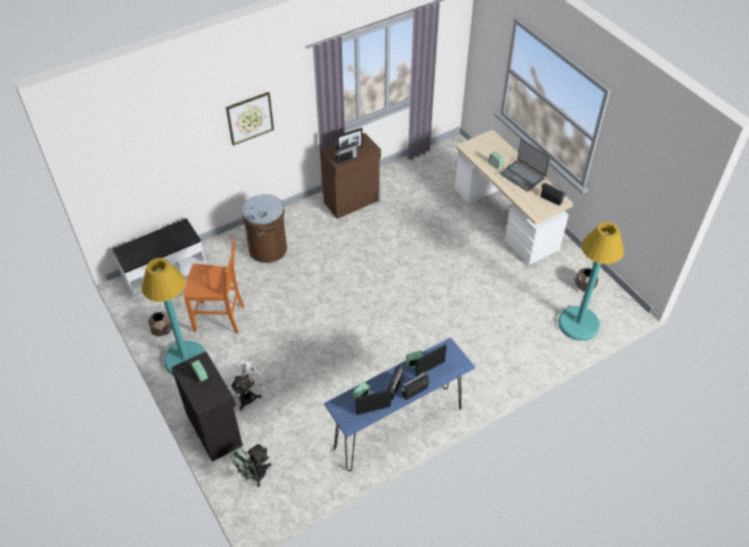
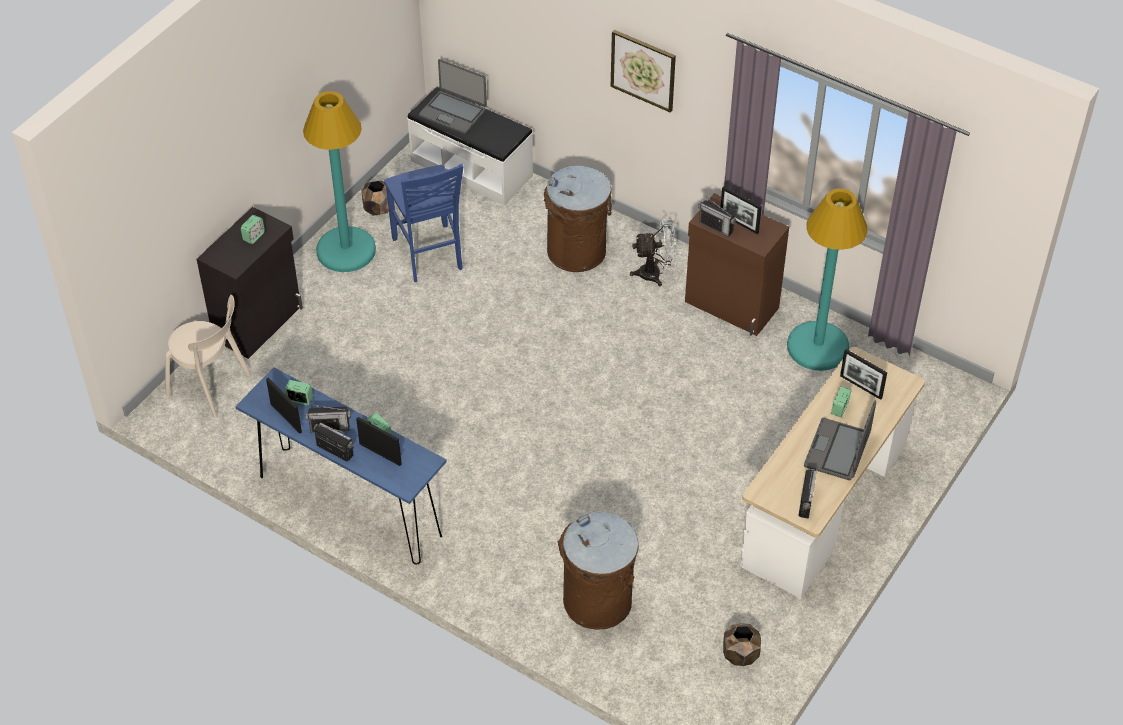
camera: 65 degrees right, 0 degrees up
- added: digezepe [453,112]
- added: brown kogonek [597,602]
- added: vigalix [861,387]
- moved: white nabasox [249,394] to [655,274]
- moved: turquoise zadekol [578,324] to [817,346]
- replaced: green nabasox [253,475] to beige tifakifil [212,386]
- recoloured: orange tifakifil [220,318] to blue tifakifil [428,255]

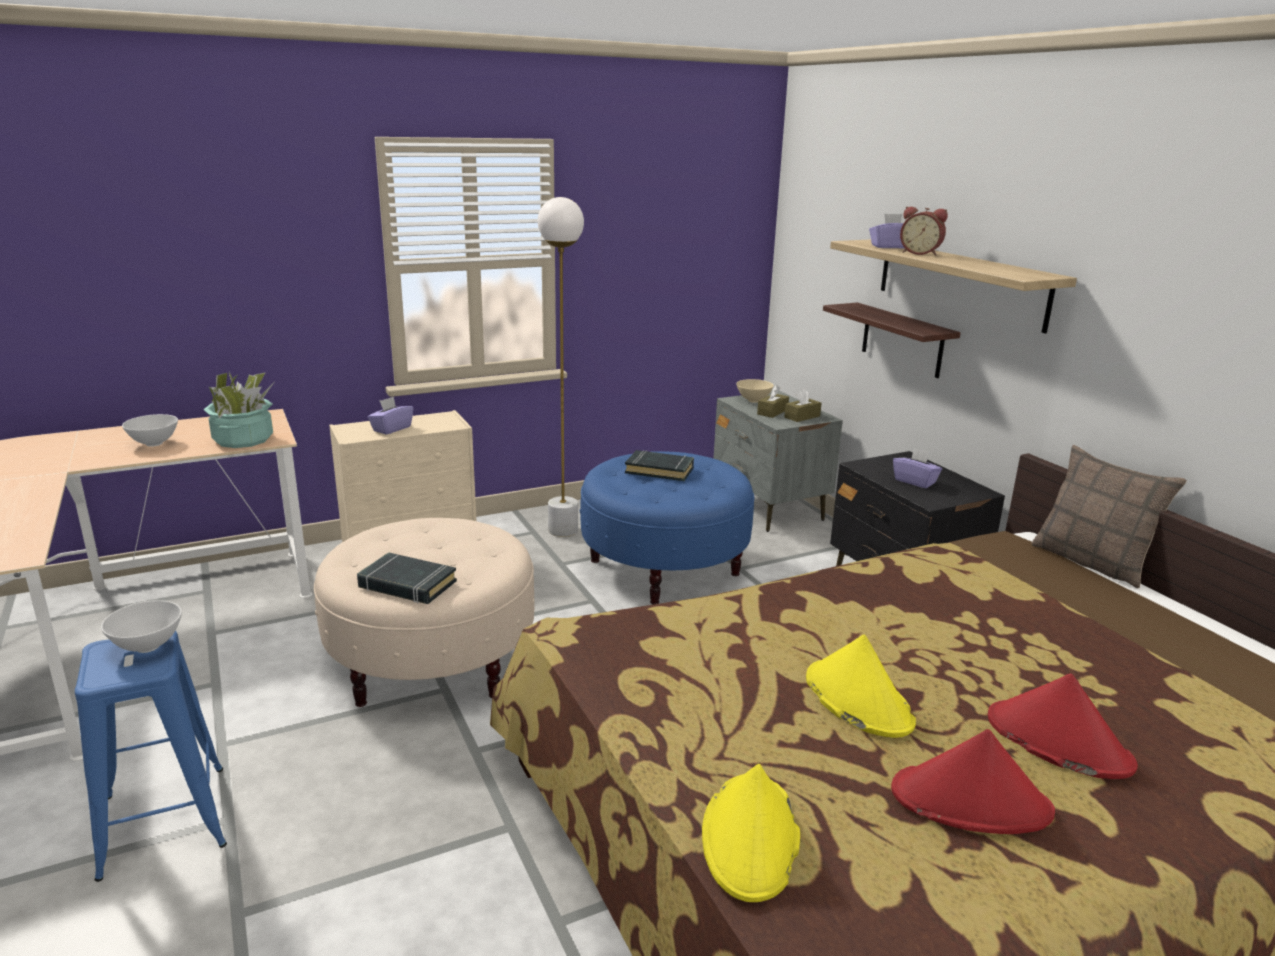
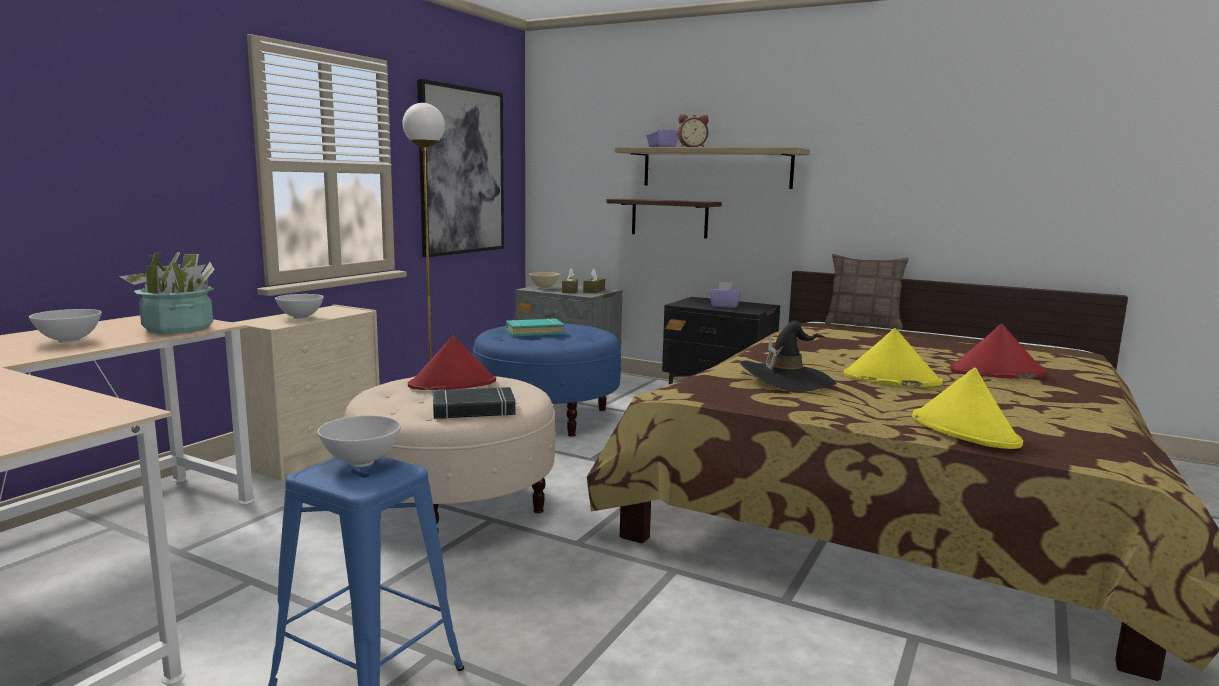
camera: 35 degrees left, 10 degrees down
- added: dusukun [462,171]
- added: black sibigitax [787,380]
- moved: red sibigitax [971,802] to [453,384]
- replaced: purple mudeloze [391,429] to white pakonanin [300,318]
- recoloured: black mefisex [659,470] to turquoise mefisex [534,332]

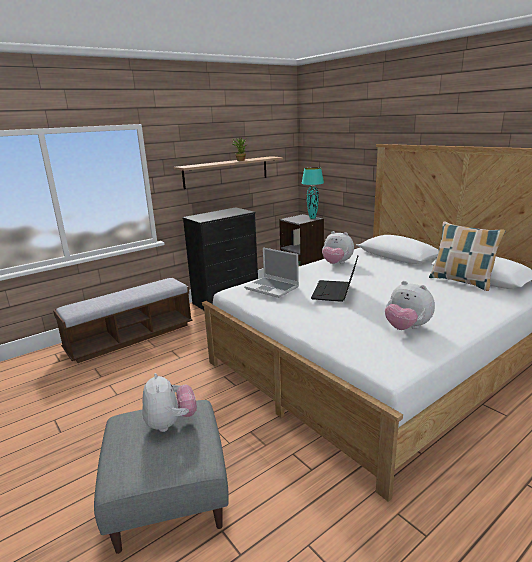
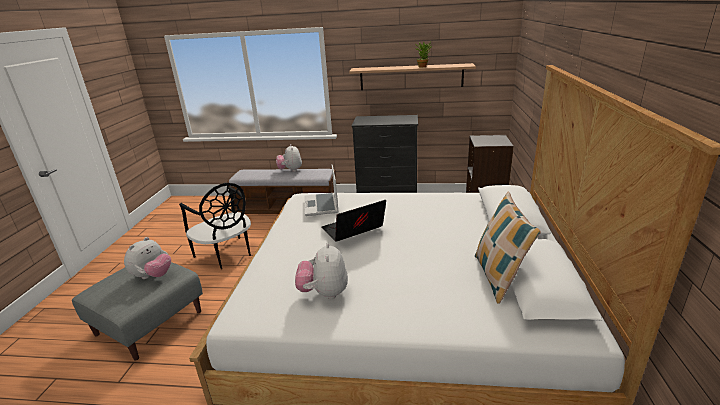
camera: 45 degrees right, 5 degrees up
- removed: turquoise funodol [312,218]
- added: black tifakifil [226,254]
- moved: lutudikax [336,263] to [290,170]

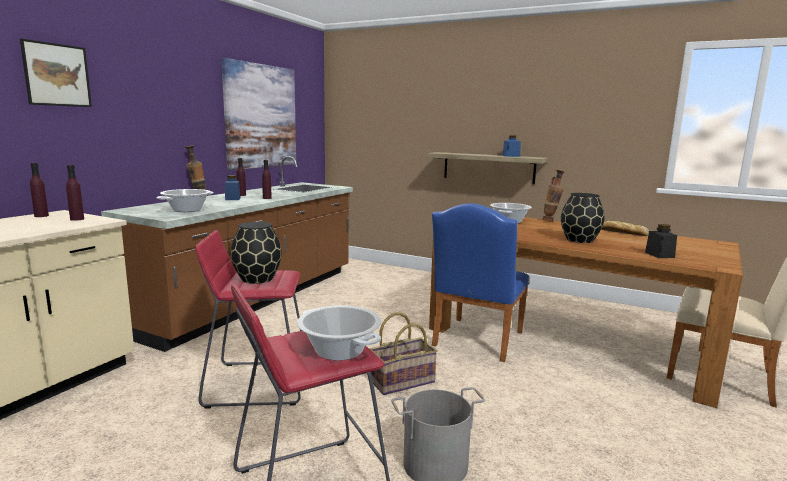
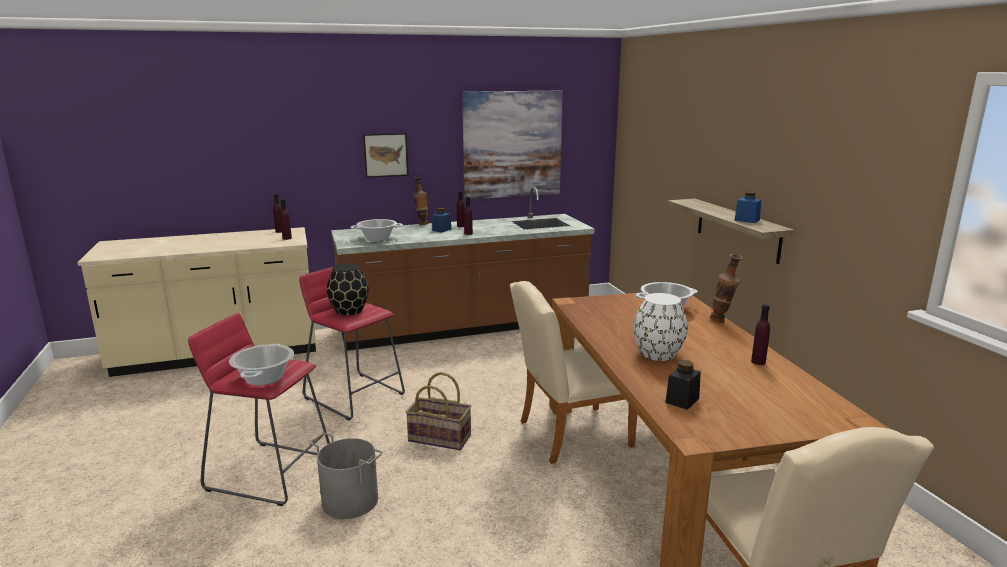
camera: 45 degrees right, 5 degrees up
- moved: dusukun [57,75] to [386,155]
- replaced: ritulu [622,232] to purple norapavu [758,362]
- recoloured: blue tifakifil [476,341] to beige tifakifil [567,434]
- recoloured: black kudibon [579,240] to white kudibon [657,354]

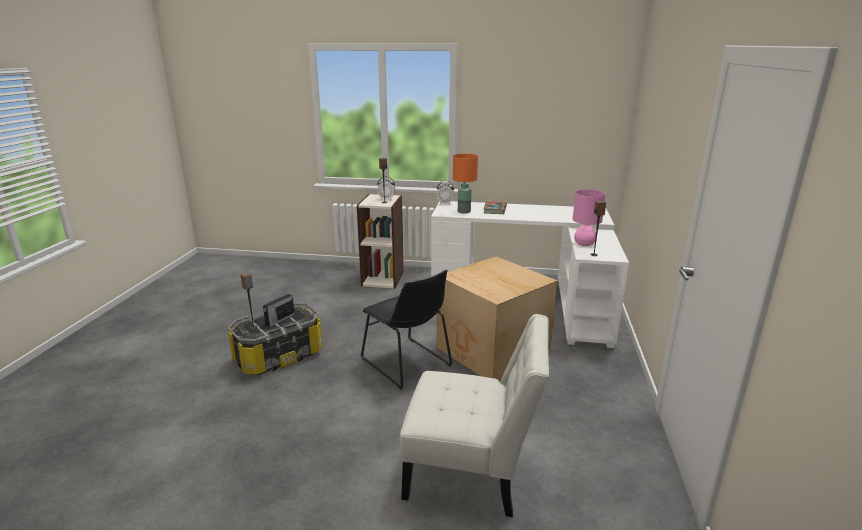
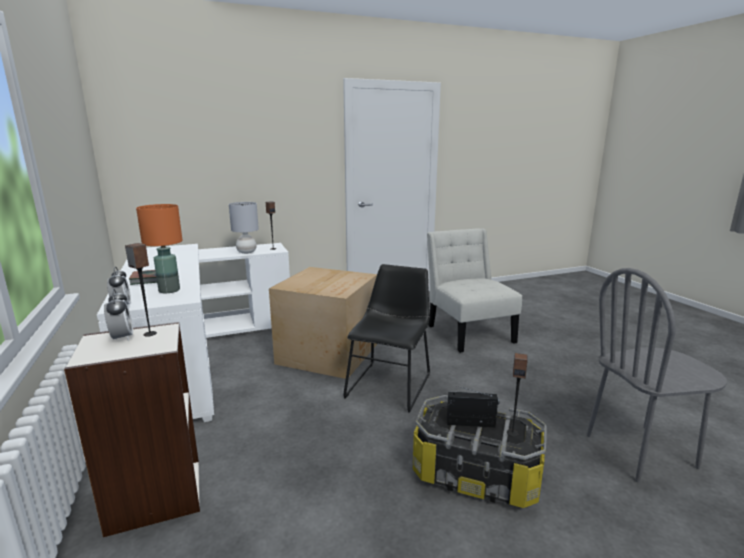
camera: 120 degrees left, 5 degrees down
- added: grey tifakifil [640,451]
- recoloured: pink funodol [584,244] to grey funodol [247,252]

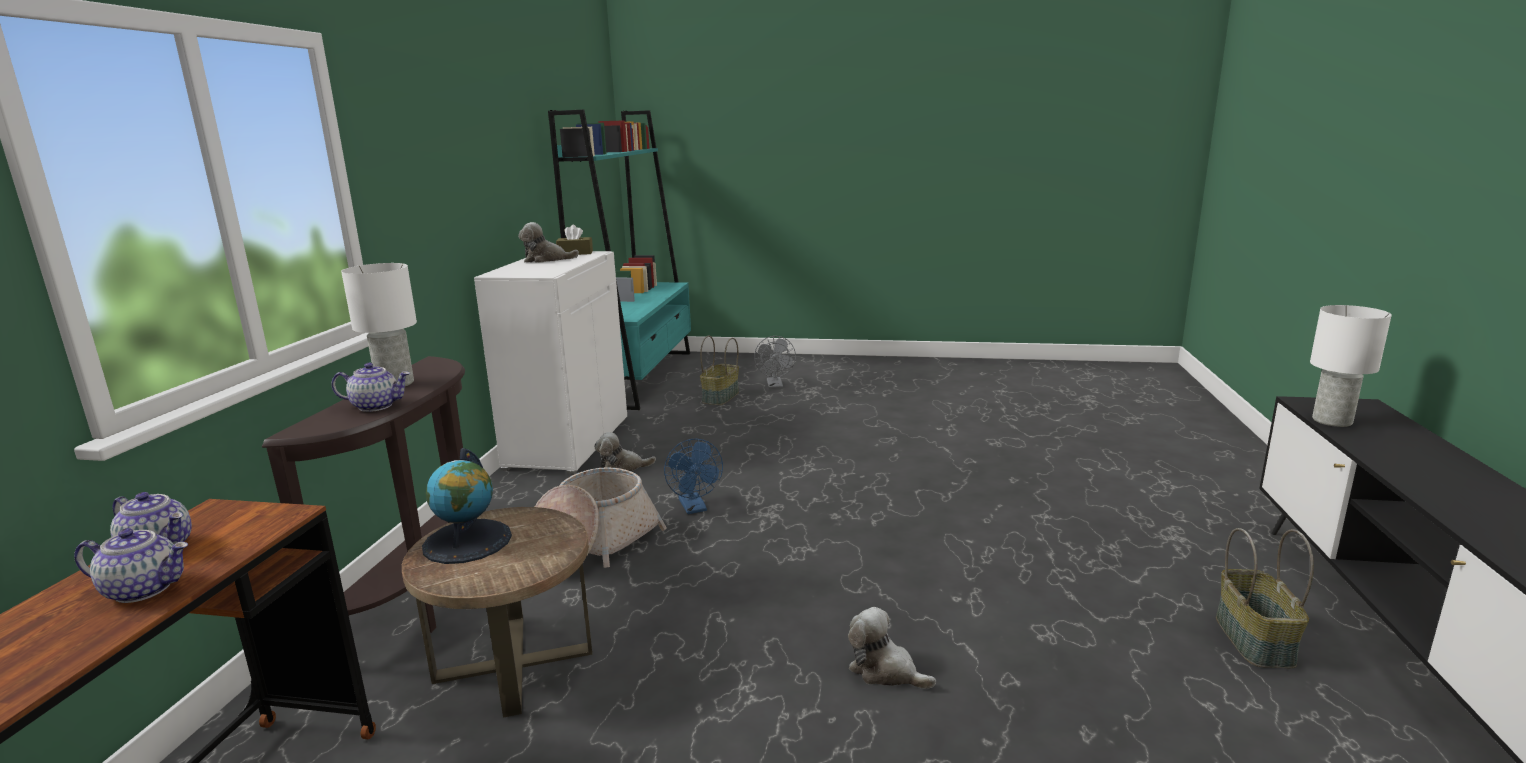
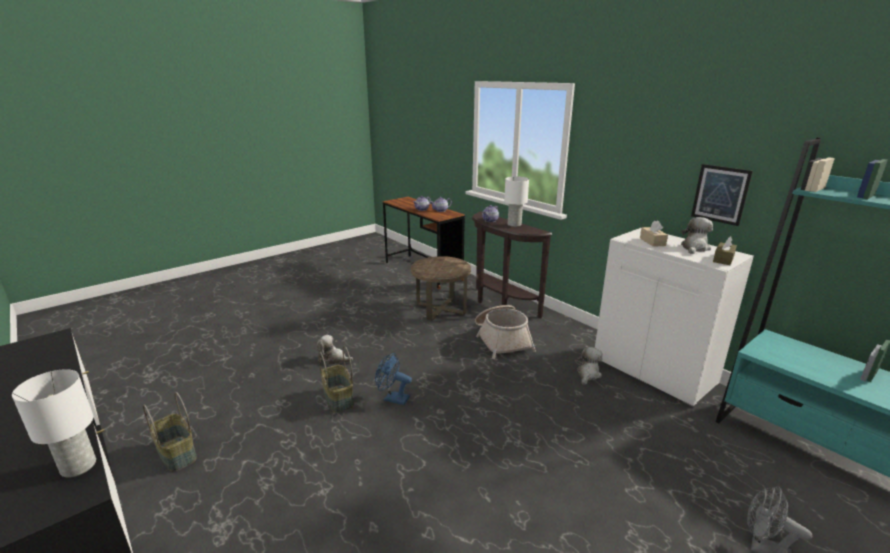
camera: 130 degrees right, 5 degrees up
- removed: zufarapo [467,541]
- added: beige mudeloze [652,242]
- added: dusukun [720,194]
- moved: blue nabasox [695,508] to [392,398]
- moved: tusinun [721,397] to [337,398]
- turned: lutudikax [885,671] = [333,359] 150 degrees counterclockwise

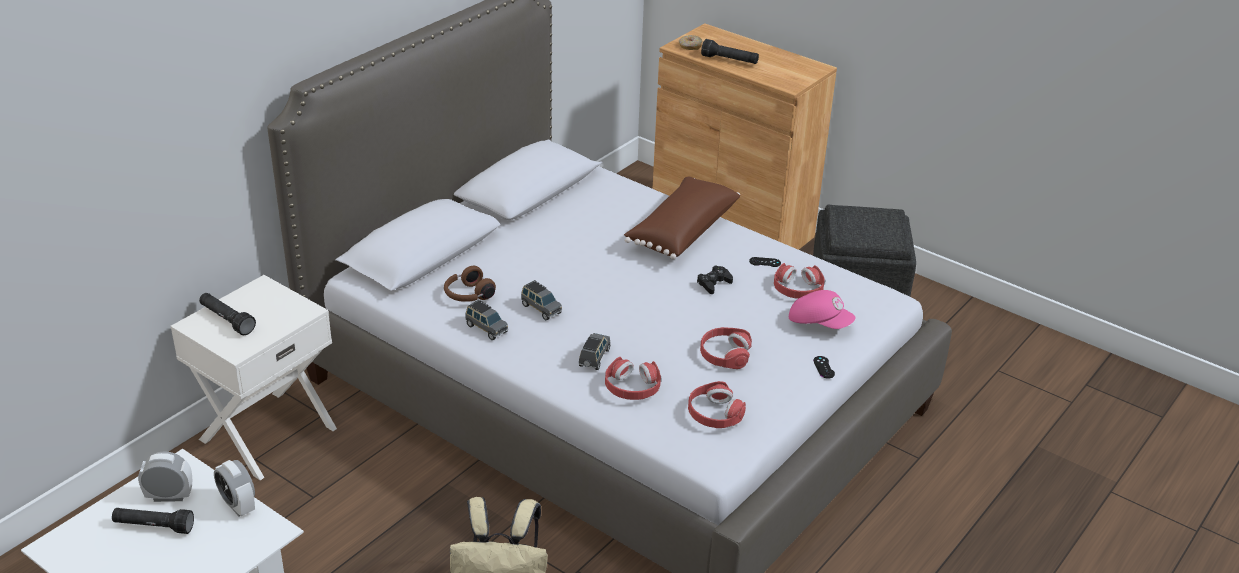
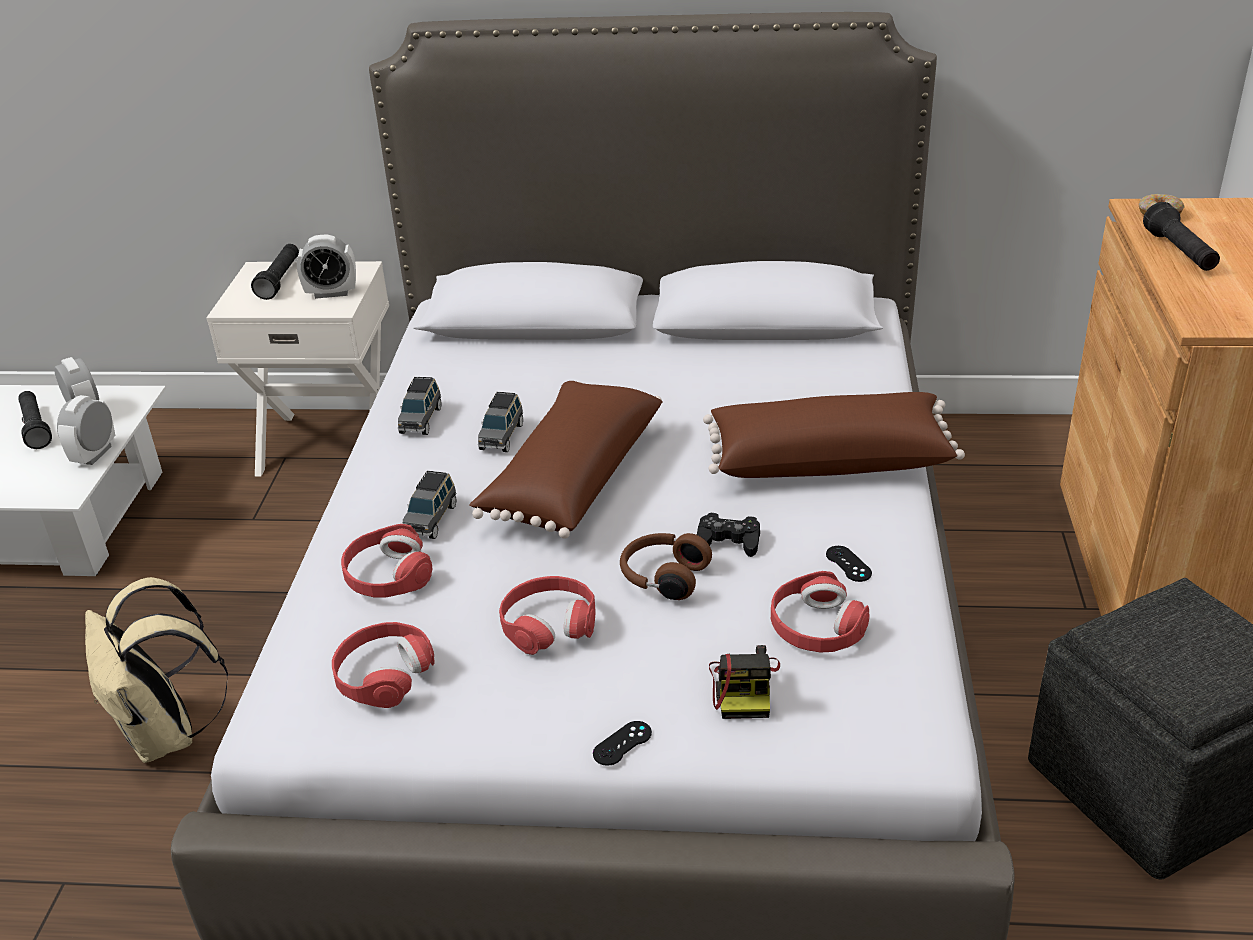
camera: 60 degrees right, 0 degrees up
- added: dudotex [331,293]
- added: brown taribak [571,478]
- moved: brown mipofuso [468,295] to [663,577]
- replaced: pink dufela [819,323] to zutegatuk [744,687]
- turned: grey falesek [594,358] = [431,519] 120 degrees clockwise

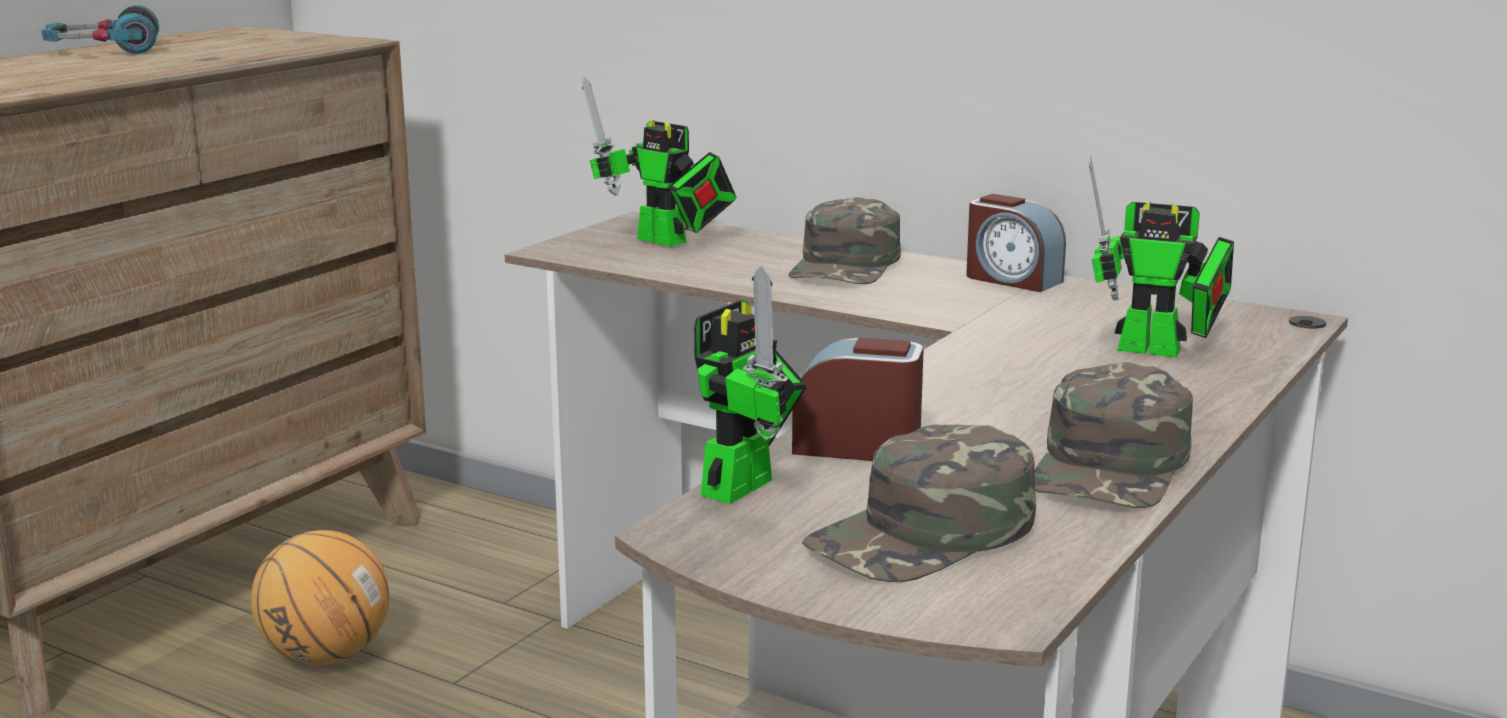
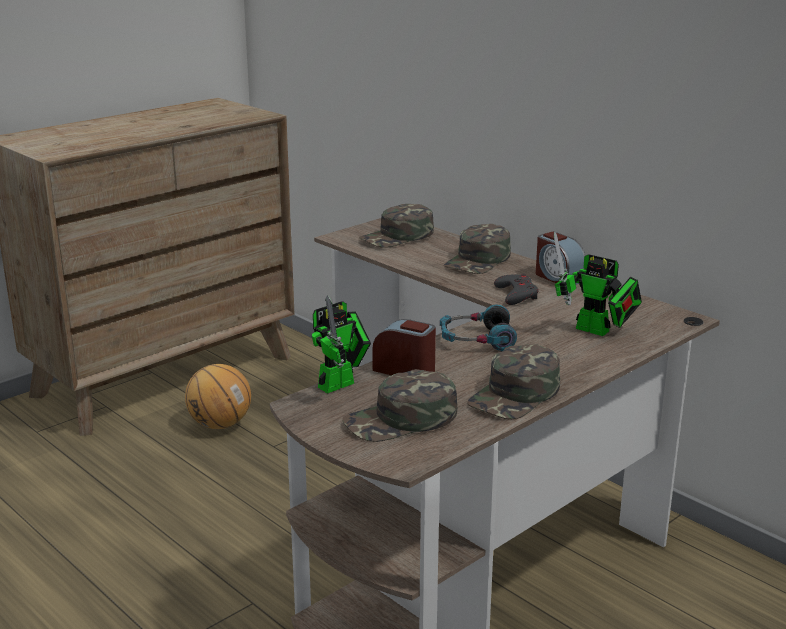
camera: 15 degrees right, 5 degrees up
- added: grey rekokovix [516,294]
- moved: mipofuso [104,50] to [476,339]
- replaced: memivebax [668,242] to green dufela [397,236]

